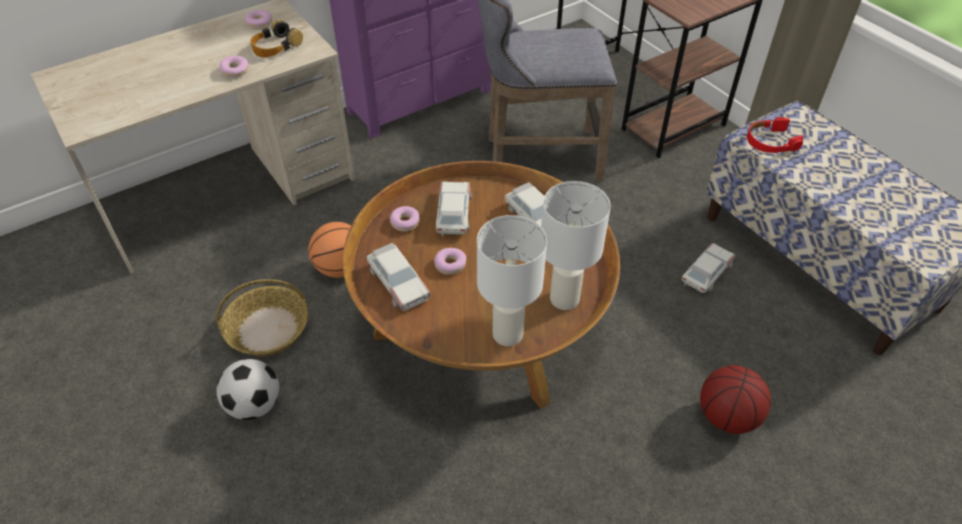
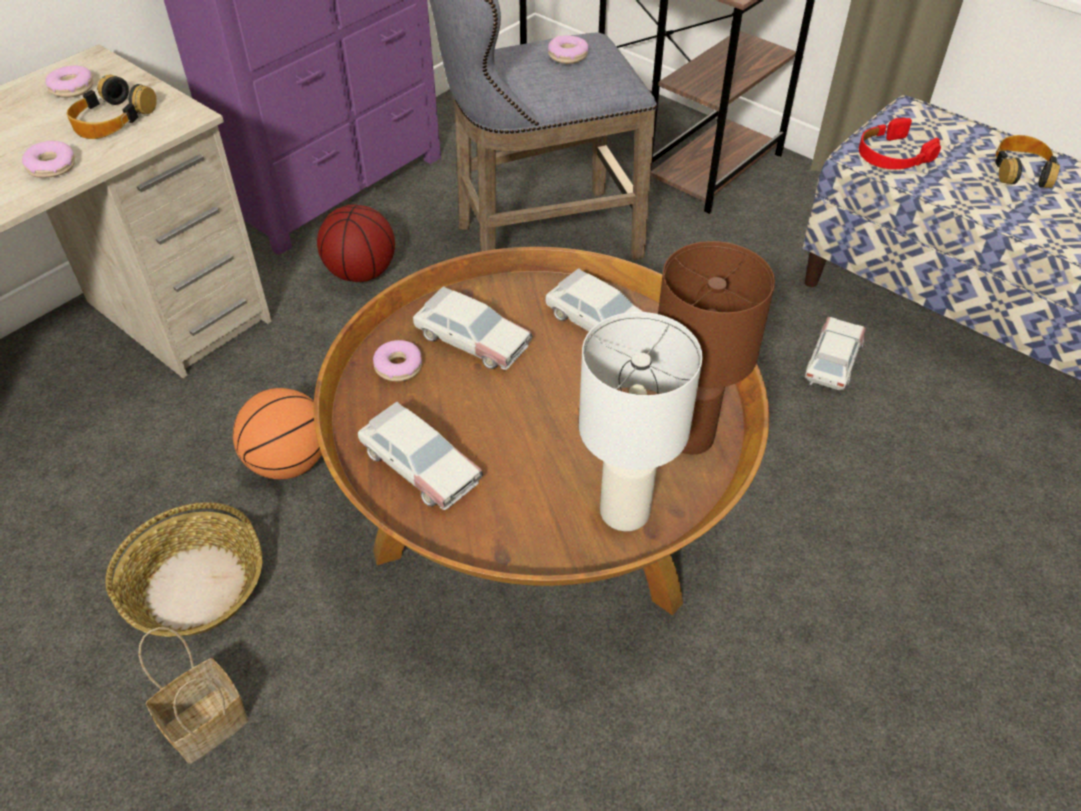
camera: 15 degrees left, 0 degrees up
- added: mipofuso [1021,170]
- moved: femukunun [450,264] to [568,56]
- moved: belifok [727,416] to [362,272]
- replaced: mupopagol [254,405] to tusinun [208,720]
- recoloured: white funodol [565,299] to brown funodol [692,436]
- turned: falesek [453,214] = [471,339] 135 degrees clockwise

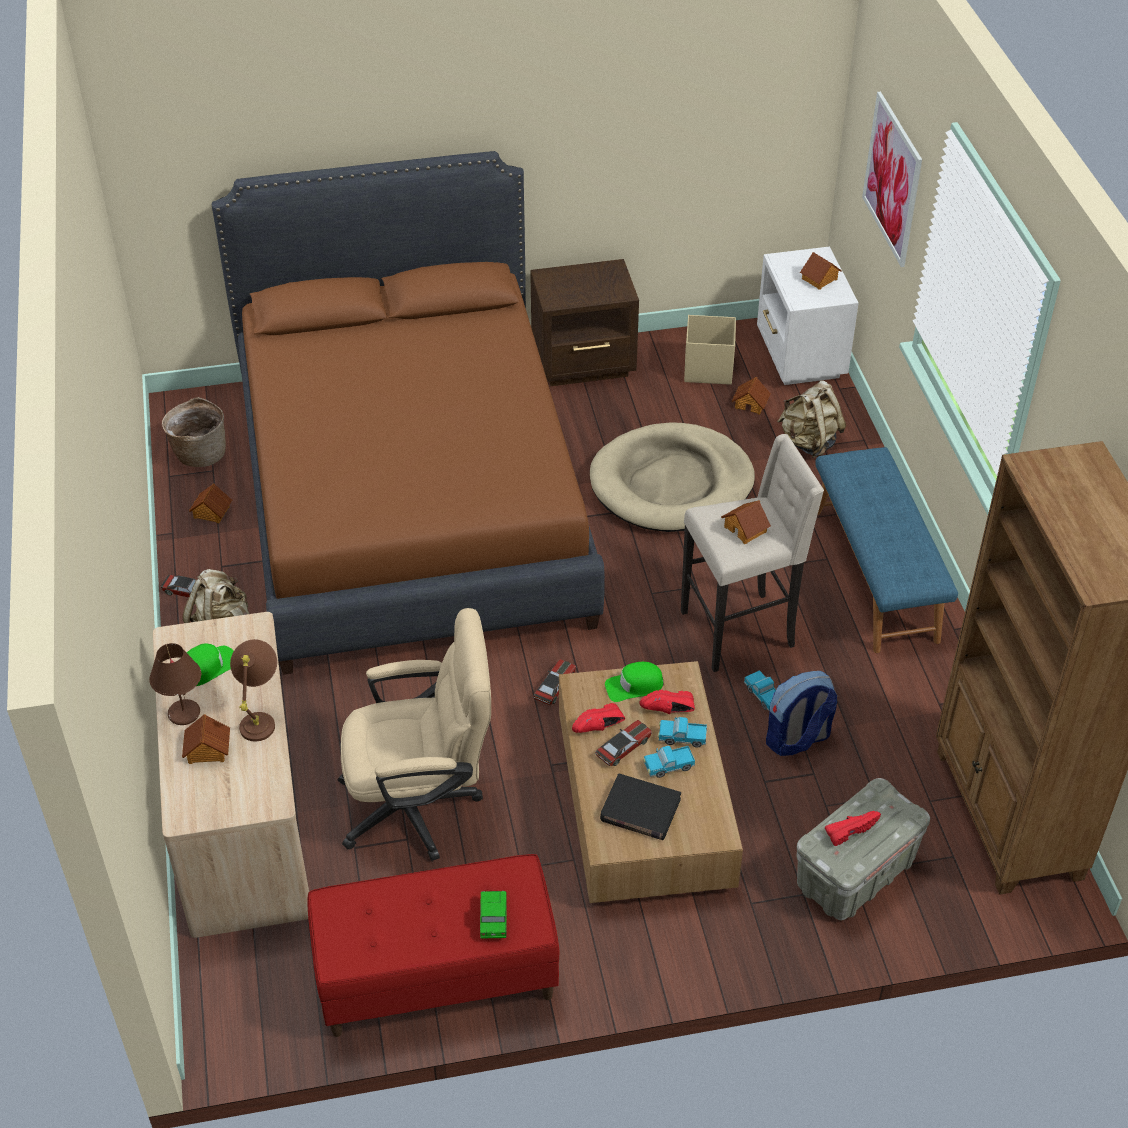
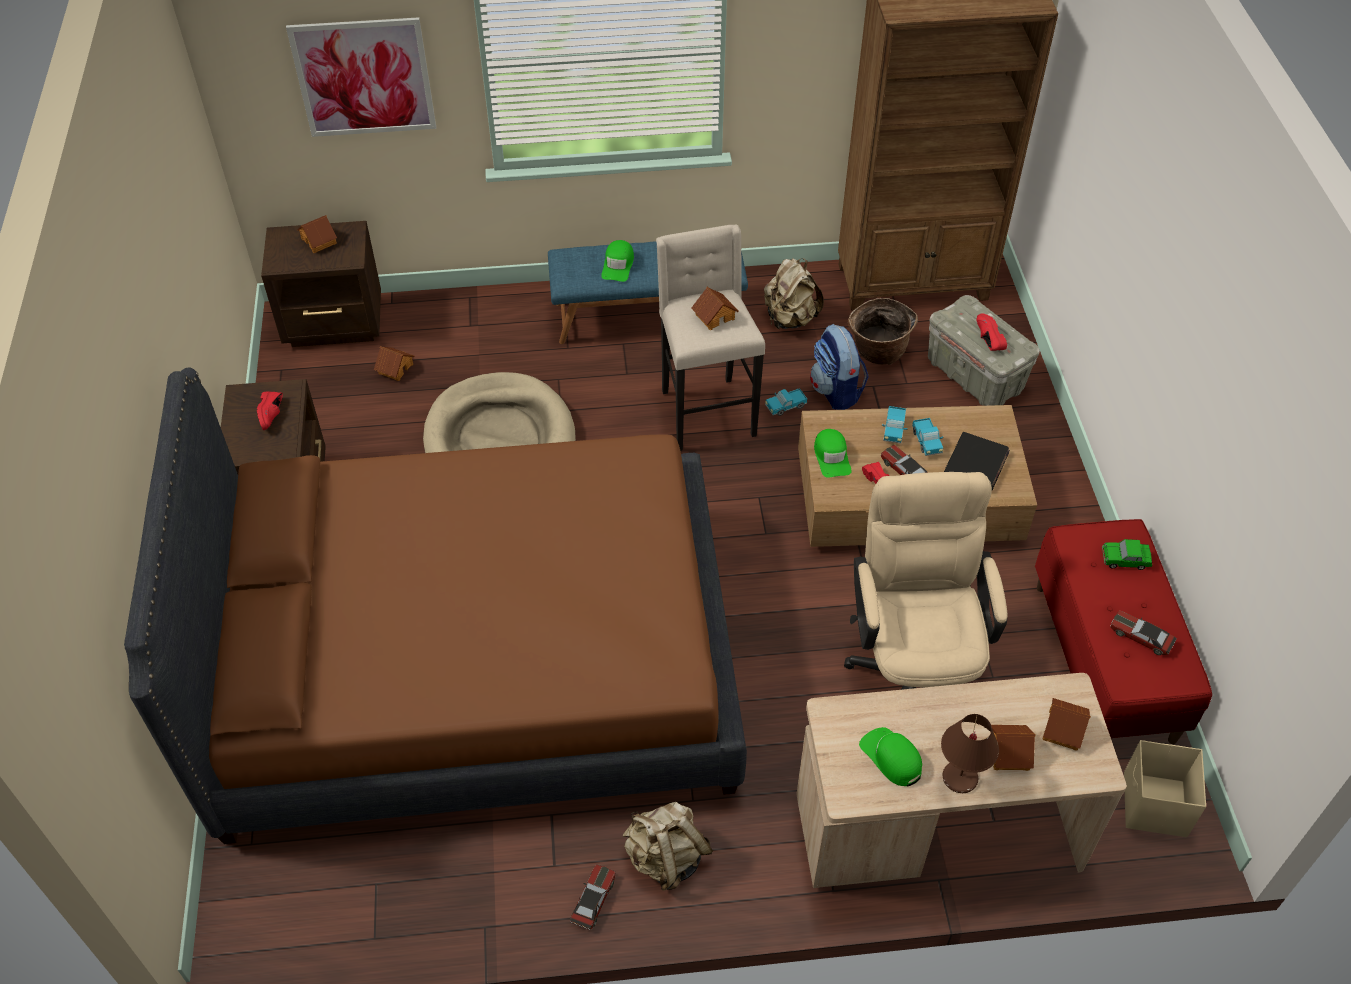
camera: 85 degrees left, 5 degrees up
- removed: brown funodol [260,717]
- added: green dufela [618,265]
- moved: tusinun [199,453] to [877,352]
- moved: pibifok [211,512] to [1064,730]
- moved: falesek [555,686] to [1140,636]
- moved: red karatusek [668,711] to [273,415]
- moved: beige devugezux [707,369] to [1154,805]
- moved: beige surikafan [809,442] to [790,318]
- recoloured: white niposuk [799,358] to brown niposuk [335,324]

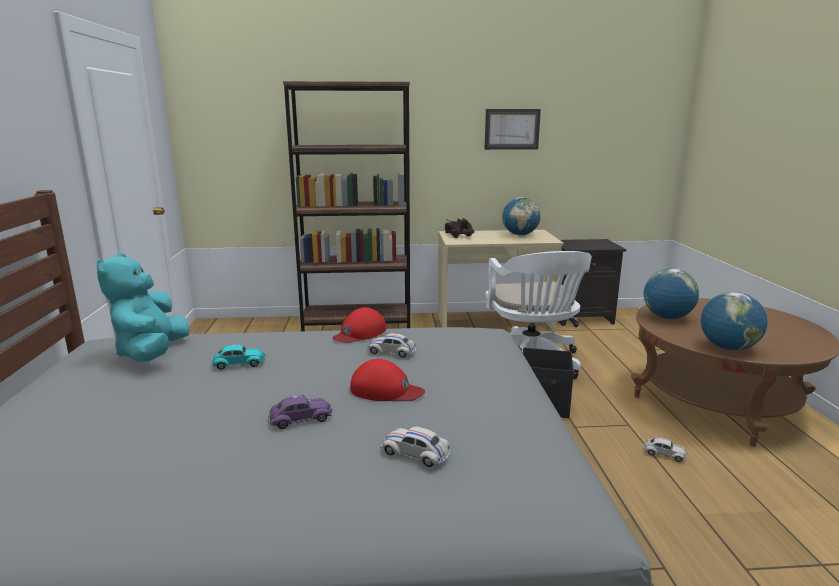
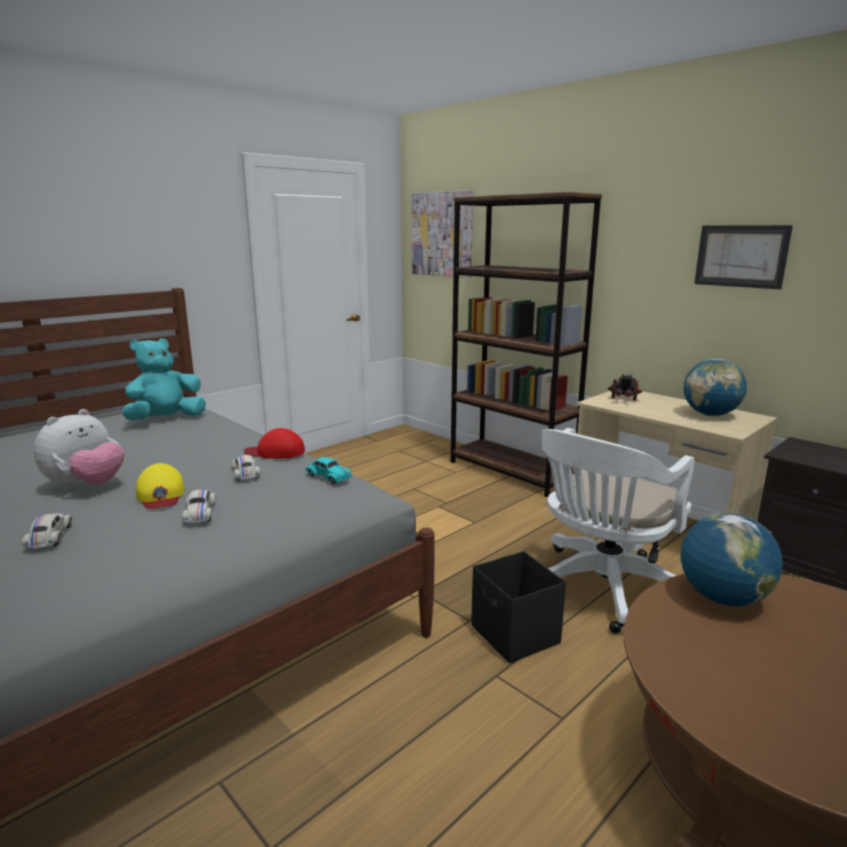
camera: 50 degrees right, 0 degrees up
- removed: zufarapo [728,348]
- added: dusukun [442,234]
- moved: turquoise falesek [239,364] to [329,477]
- moved: white falesek [664,454] to [200,513]
- replaced: purple falesek [300,419] to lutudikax [87,486]
- recoloured: red dufela [386,390] to yellow dufela [161,494]

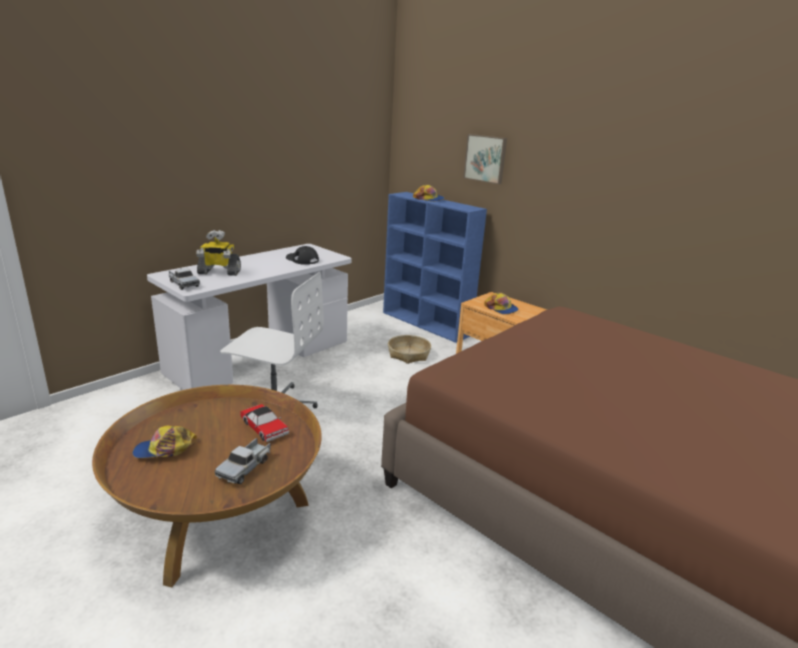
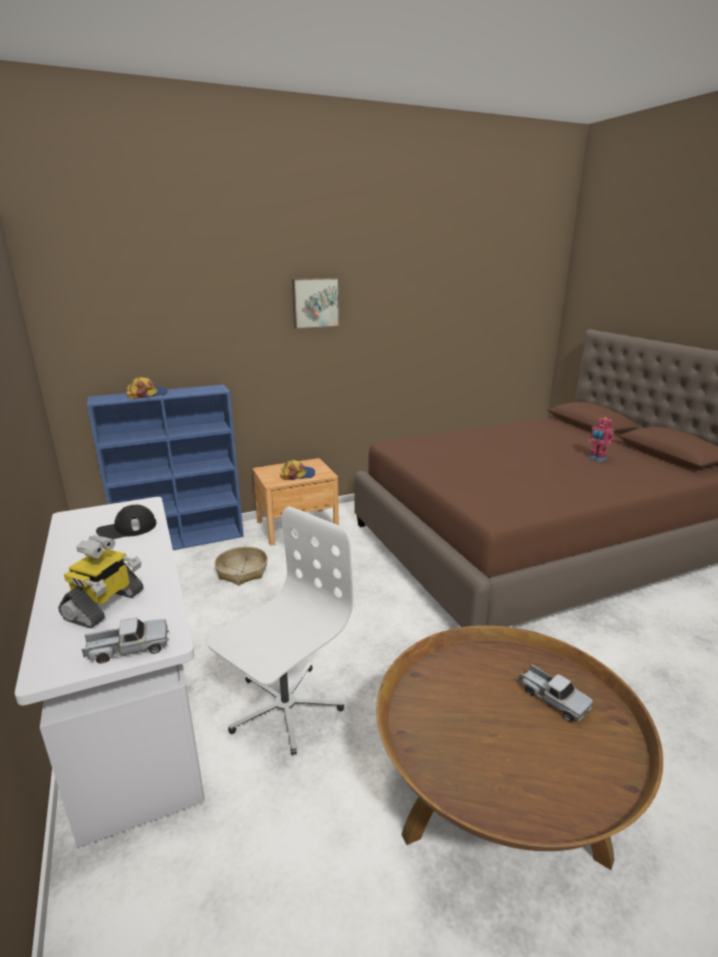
camera: 65 degrees left, 0 degrees up
- removed: dufela [164,450]
- removed: falesek [264,428]
- added: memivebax [597,459]
- moved: dusukun [485,158] to [315,303]

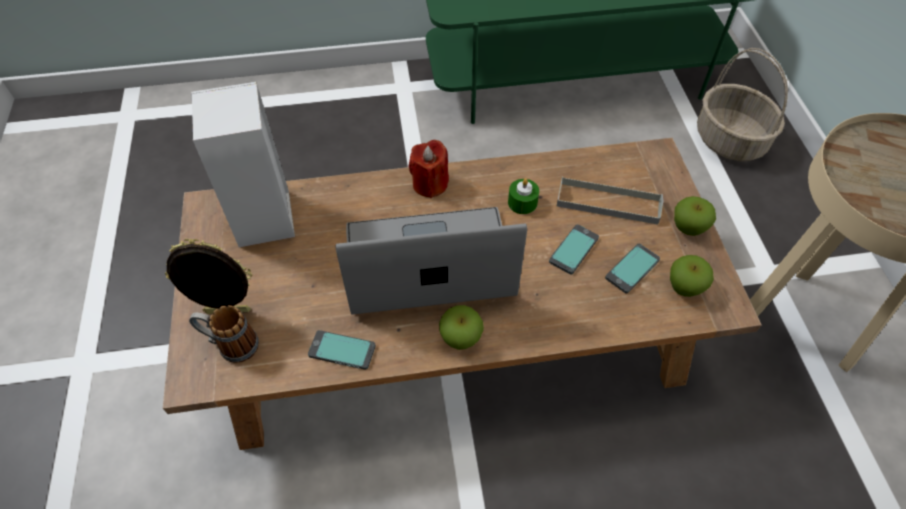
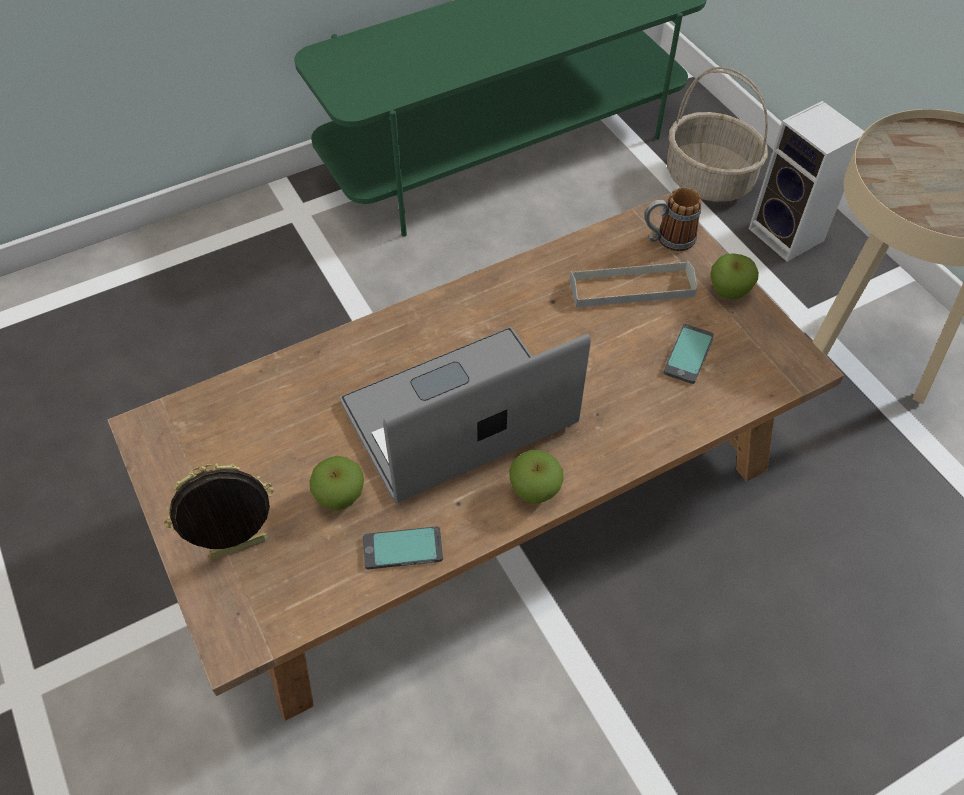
camera: 20 degrees left, 0 degrees up
- removed: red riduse [430,184]
- removed: green riduse [522,202]
- removed: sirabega [573,249]
- moved: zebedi [231,345] to [667,240]
- moved: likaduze [266,221] to [789,236]
- moved: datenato [684,288] to [340,497]

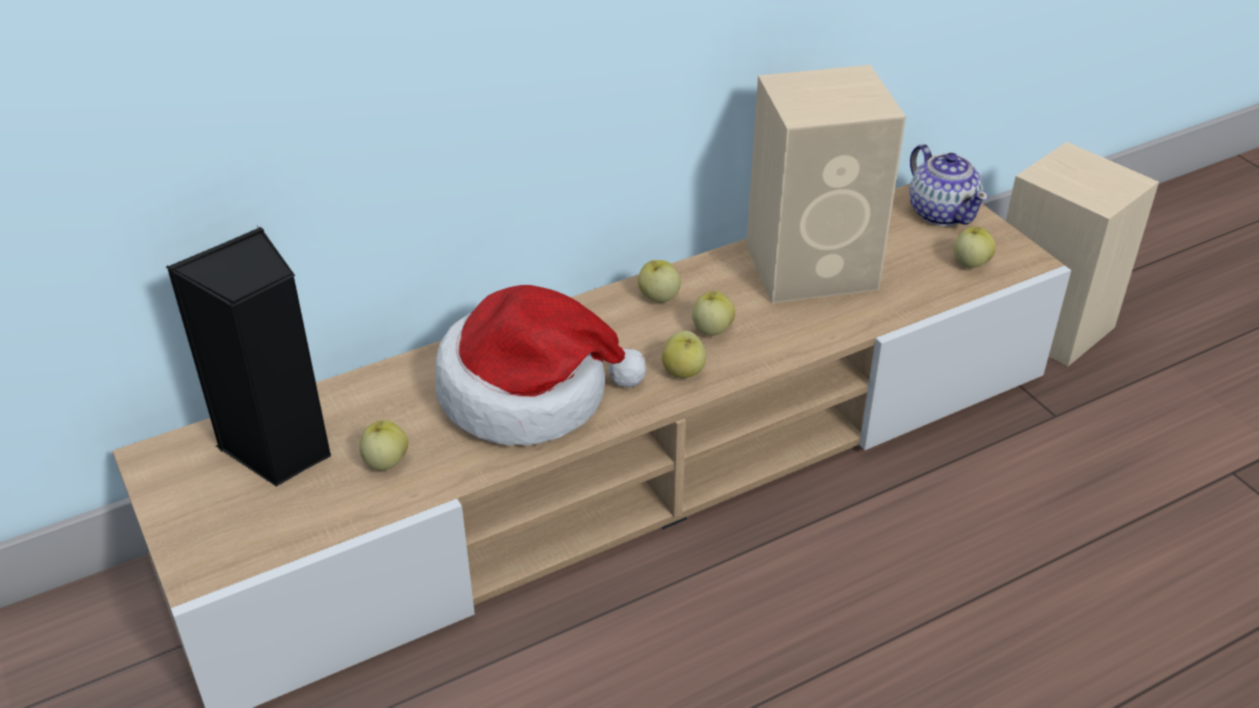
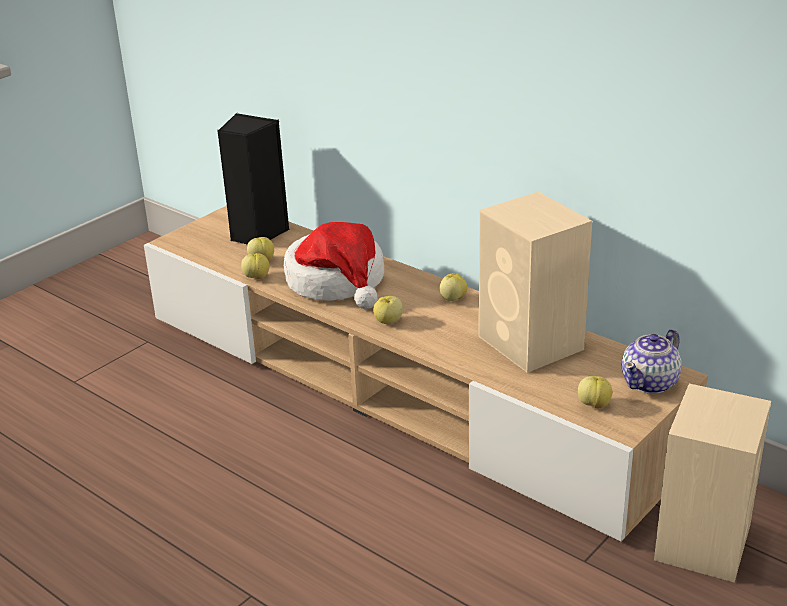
camera: 70 degrees right, 10 degrees down
- moved: datenato [711,329] to [256,277]

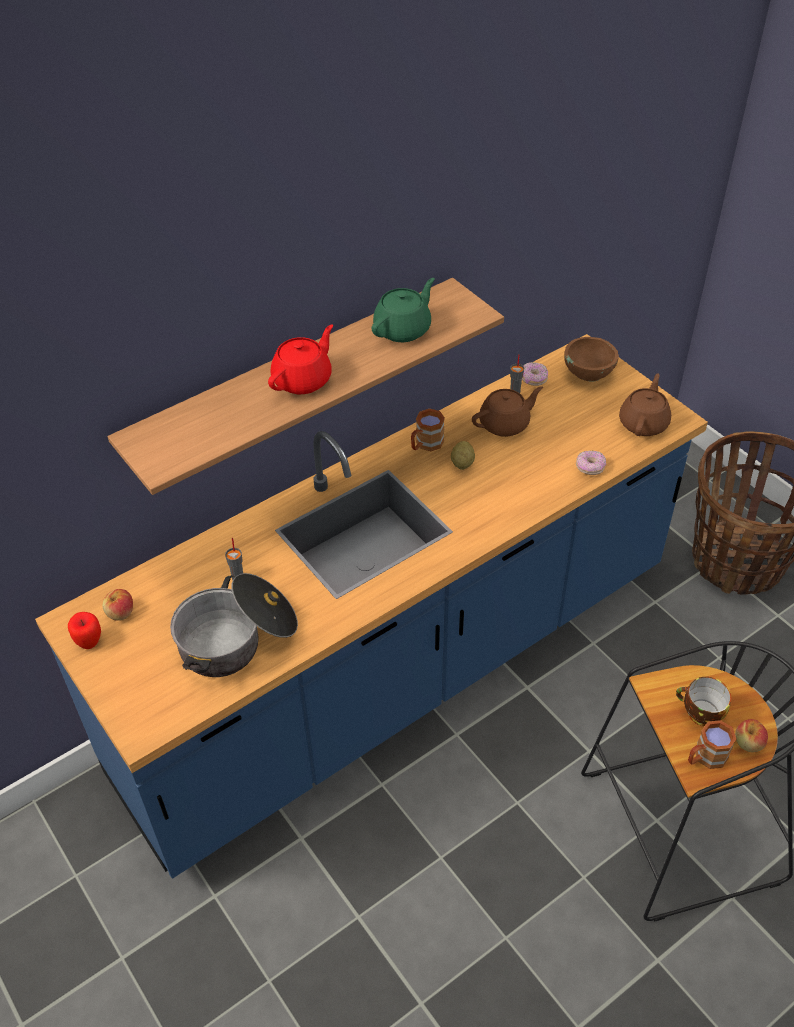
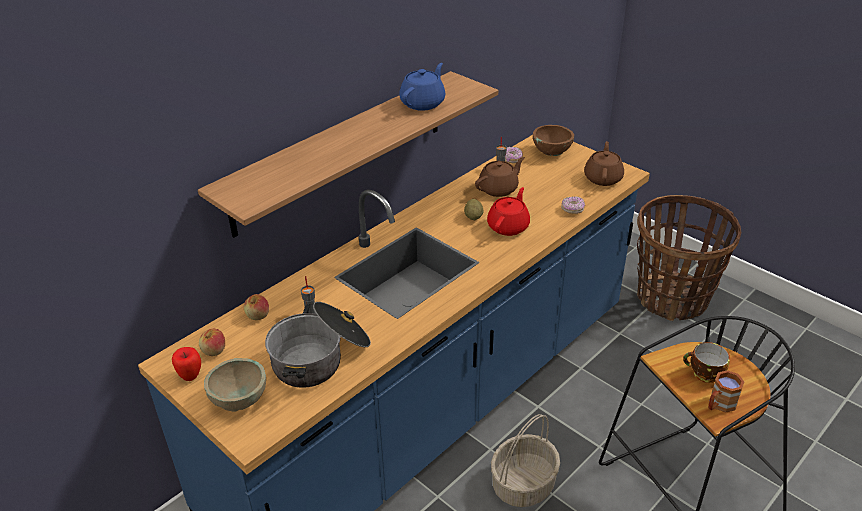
camera: 10 degrees left, 10 degrees down
- removed: brown zebedi [425,444]
- added: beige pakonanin [240,401]
- added: tusinun [523,484]
- moved: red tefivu [303,379] to [508,226]
- moved: datenato [748,743] to [258,315]
- recoloured: green tefivu [403,329] to blue tefivu [423,103]

